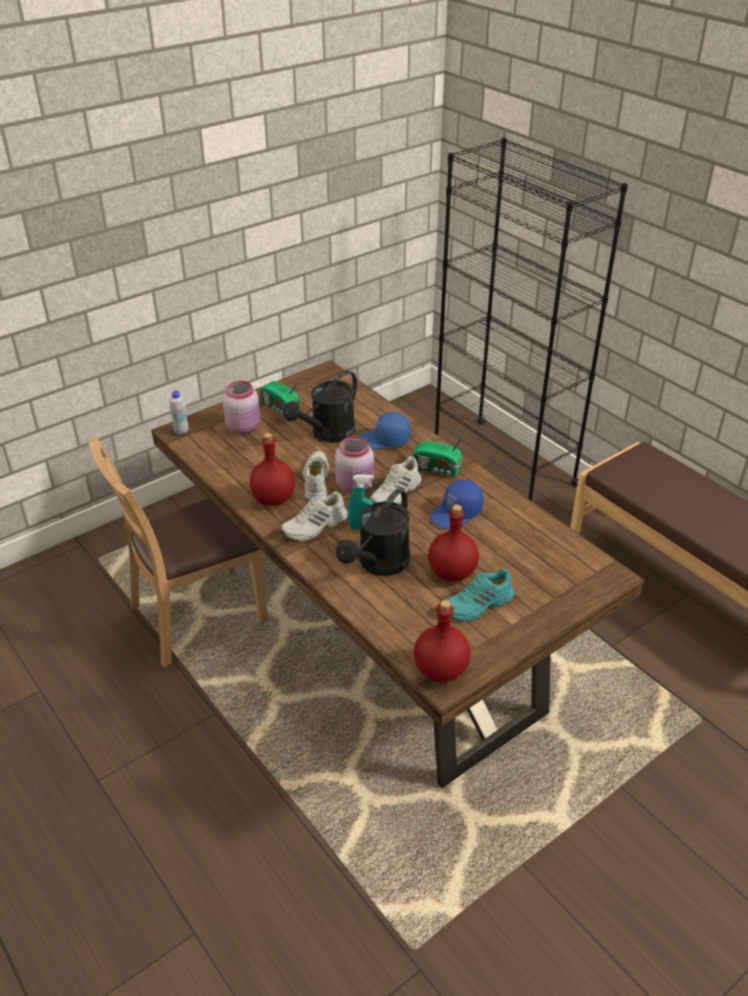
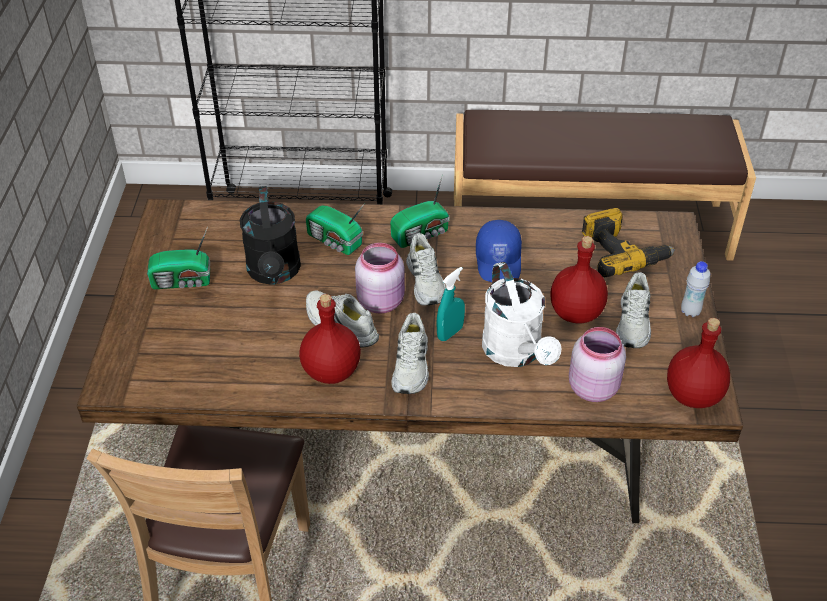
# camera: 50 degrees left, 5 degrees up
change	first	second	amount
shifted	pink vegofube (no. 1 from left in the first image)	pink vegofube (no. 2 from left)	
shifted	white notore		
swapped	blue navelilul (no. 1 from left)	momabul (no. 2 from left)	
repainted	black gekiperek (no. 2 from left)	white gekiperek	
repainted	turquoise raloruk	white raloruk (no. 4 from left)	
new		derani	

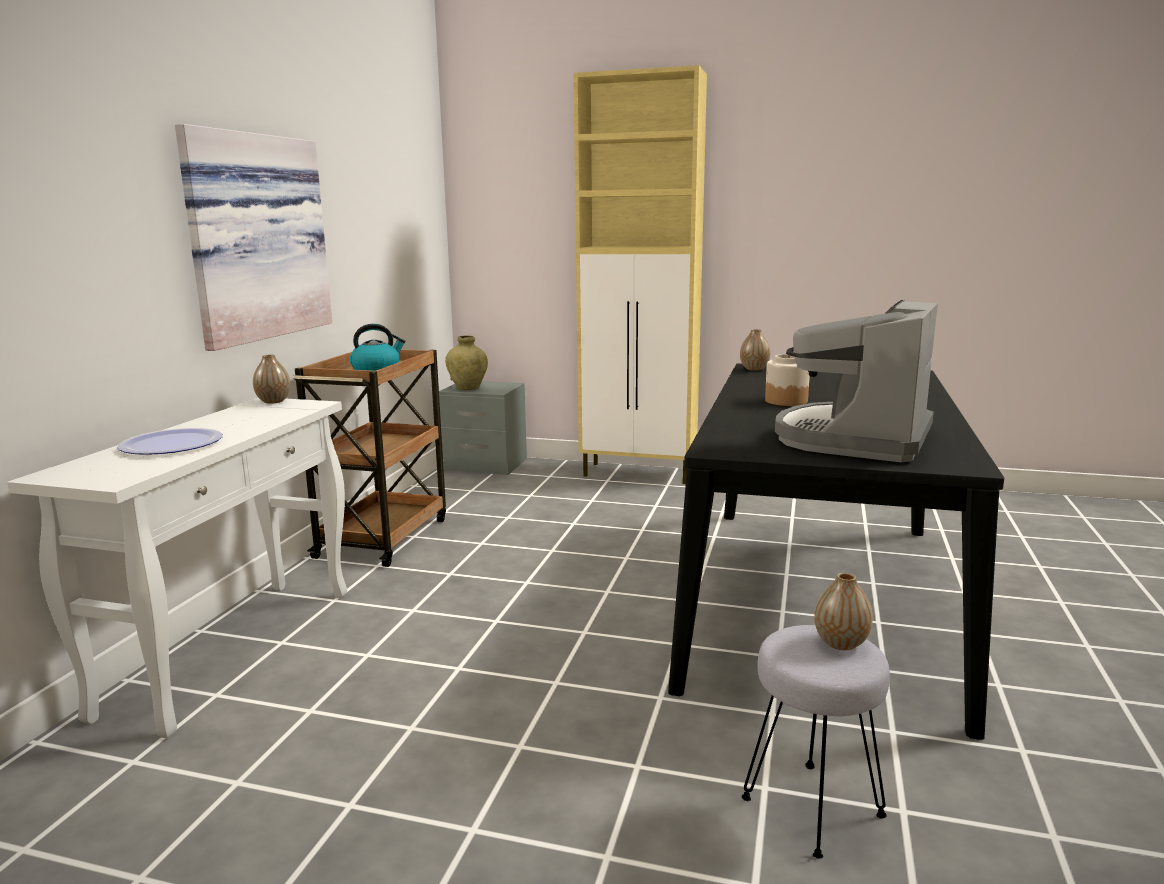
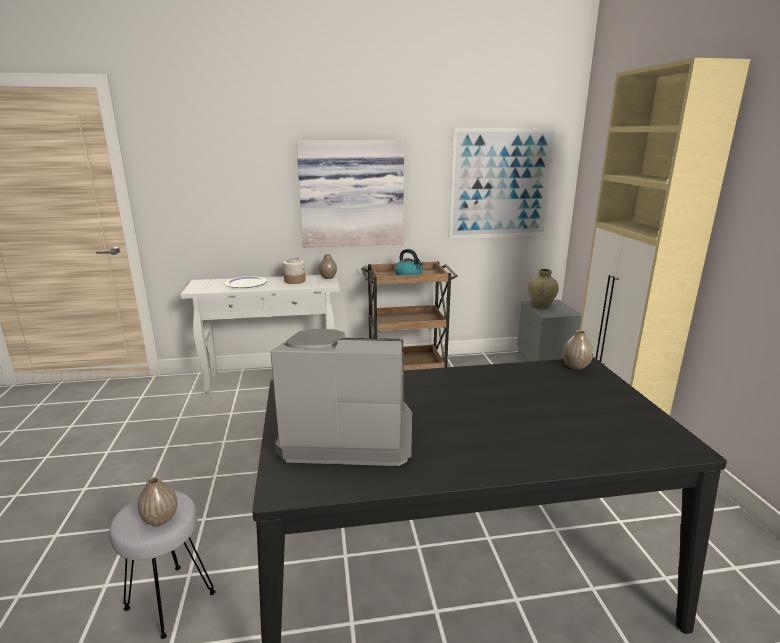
# camera: 65 degrees right, 5 degrees up
change	first	second	amount
shifted	vegofube		
new		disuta (no. 2 from left)	

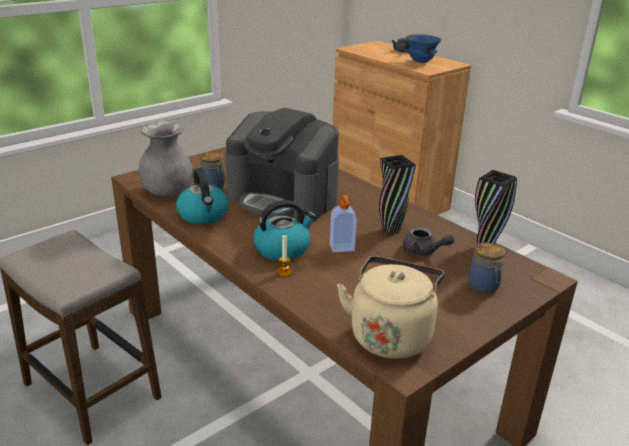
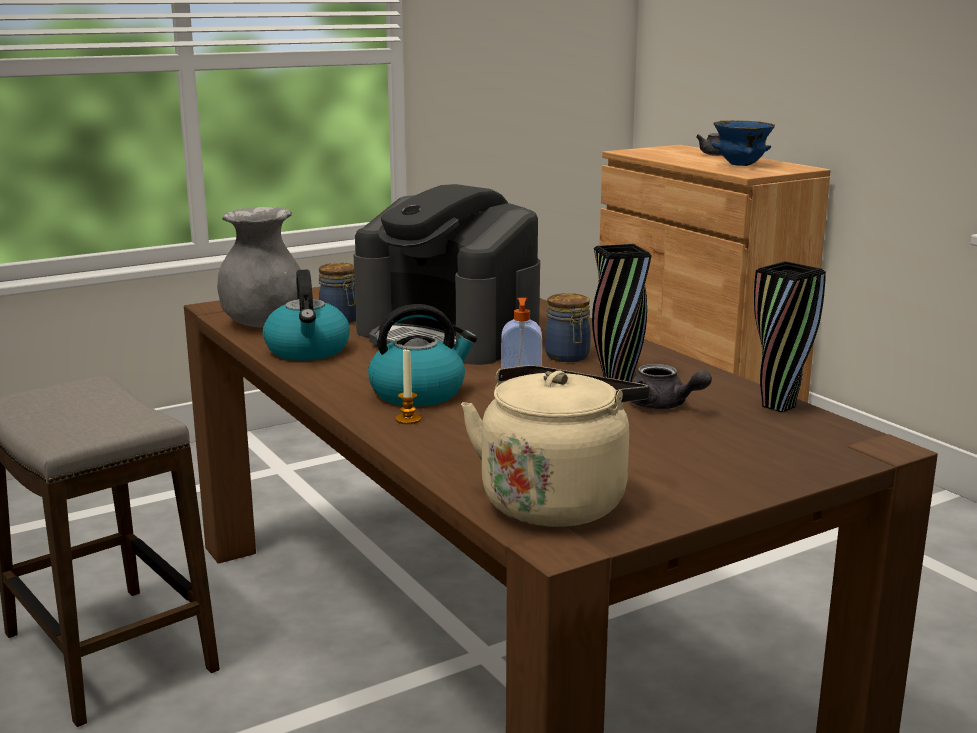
# camera: 10 degrees right, 10 degrees down
change	first	second	amount
shifted	vegofube (no. 2 from left)		

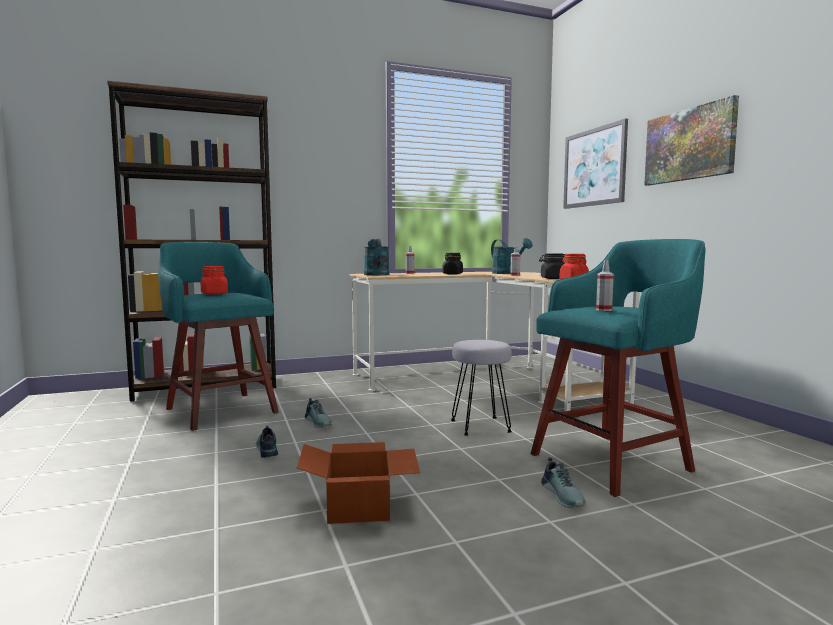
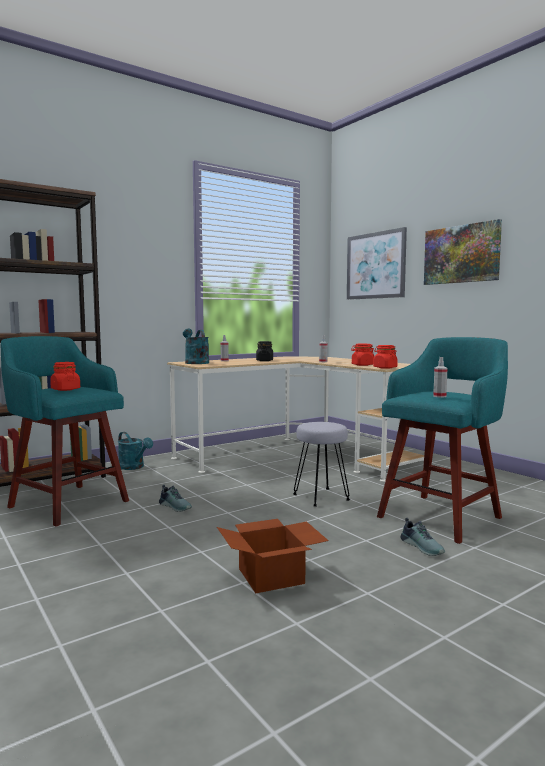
# camera: 15 degrees left, 0 degrees up
change	first	second	amount
shifted	turquoise gekiperek (no. 2 from left in the first image)	turquoise gekiperek (no. 1 from left)	
repainted	black vegofube (no. 2 from left)	red vegofube (no. 2 from left)	
gone	raloruk (no. 1 from left)		

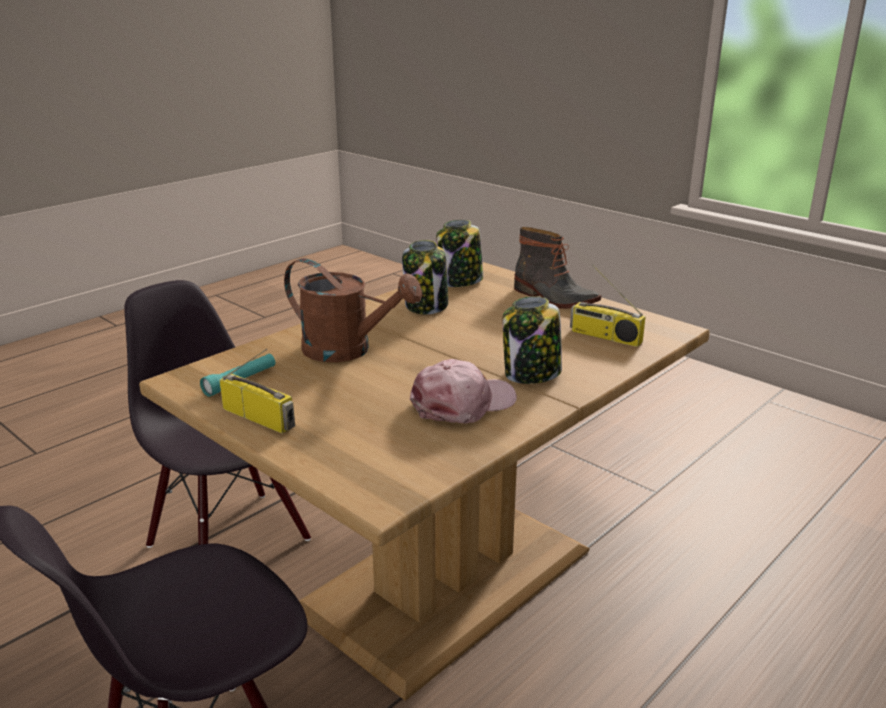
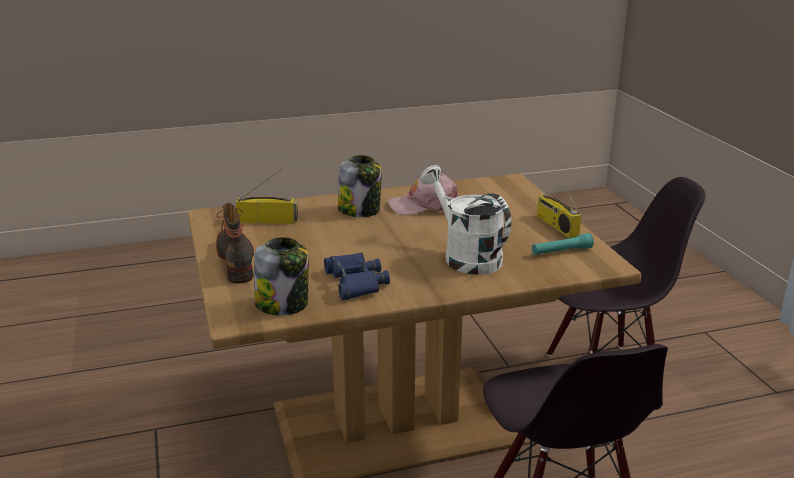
# camera: 150 degrees left, 0 degrees up
change	first	second	amount
swapped	vegofube (no. 1 from left)	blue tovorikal	
repainted	brown gekiperek	white gekiperek	
rotated	momabul (no. 2 from left in the first image)	momabul (no. 1 from left)	60 degrees counterclockwise

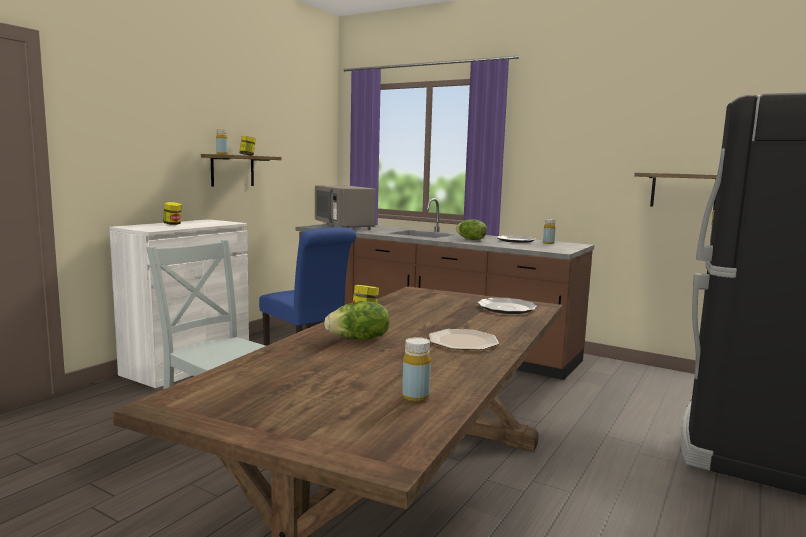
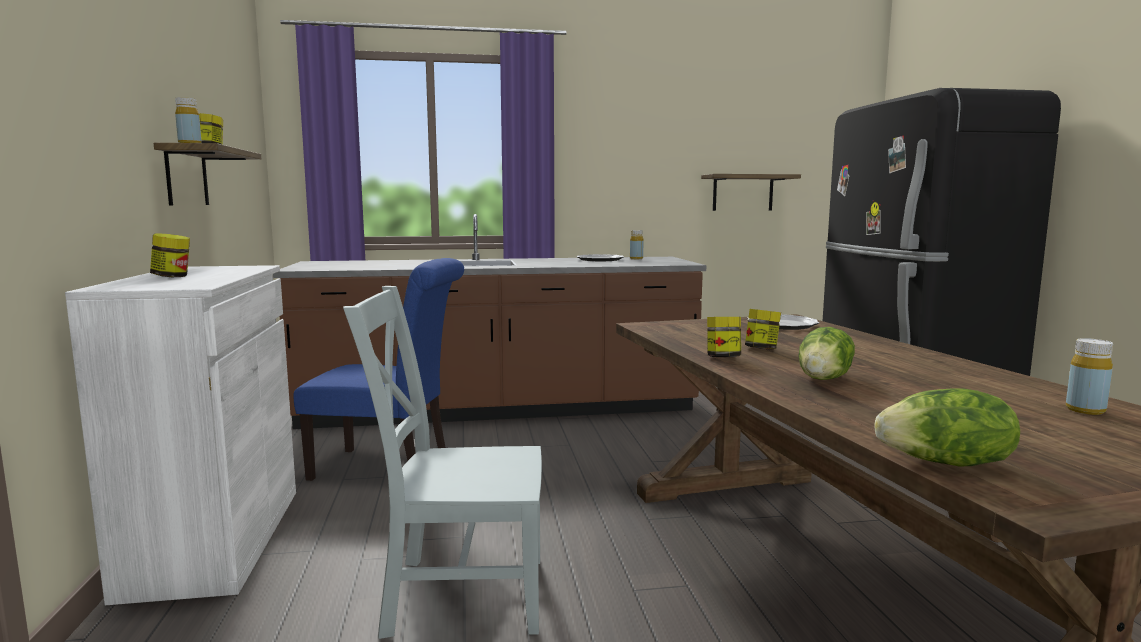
# camera: 40 degrees left, 0 degrees up
change	first	second	amount
gone	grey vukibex		
shifted	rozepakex (no. 2 from left)		
gone	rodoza (no. 1 from left)		
new		vegofube (no. 4 from left)	

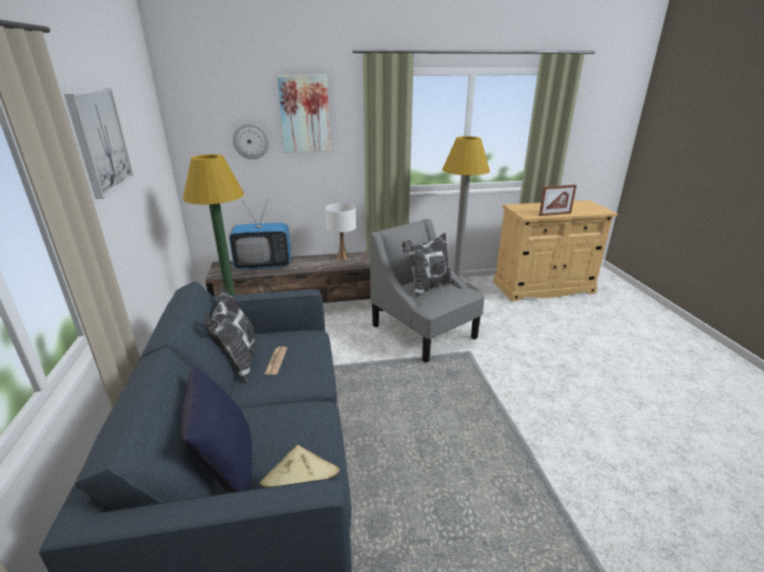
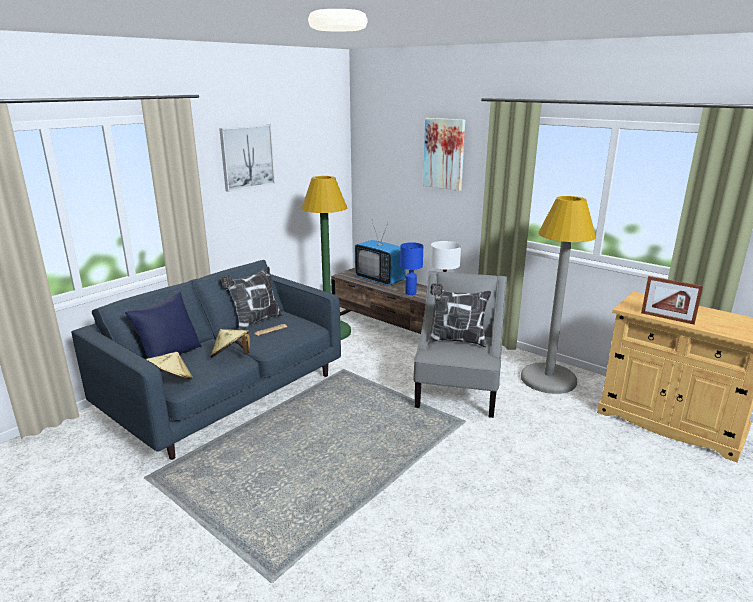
# camera: 50 degrees right, 5 degrees down
change	first	second	amount
gone	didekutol		
new		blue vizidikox	
new		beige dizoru (no. 2 from left)	

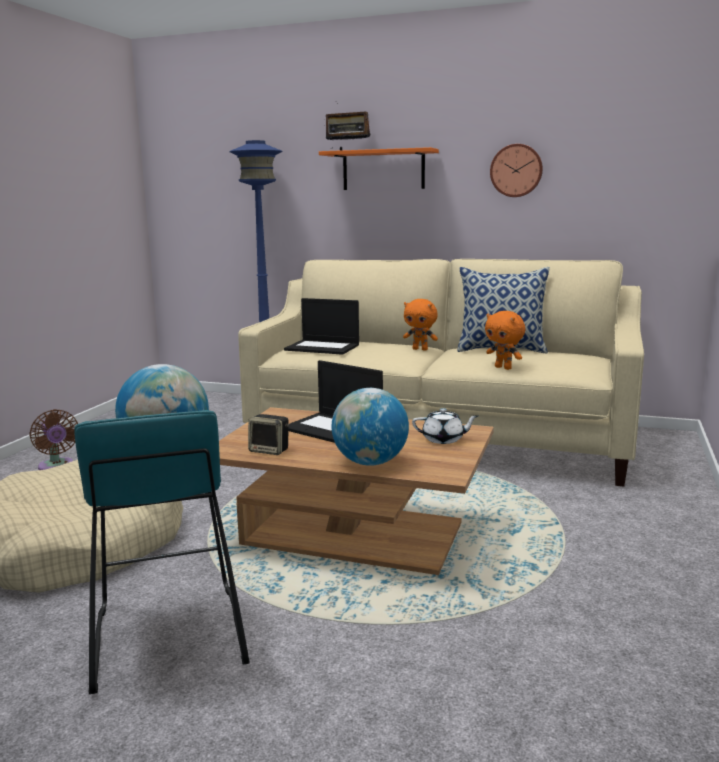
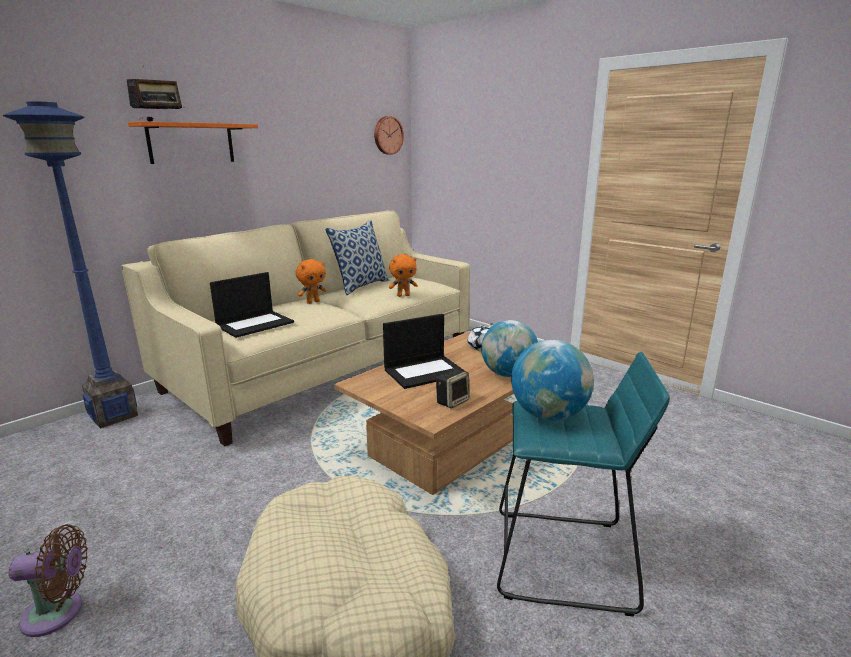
# camera: 65 degrees left, 5 degrees up
change	first	second	amount
shifted	didekutol		

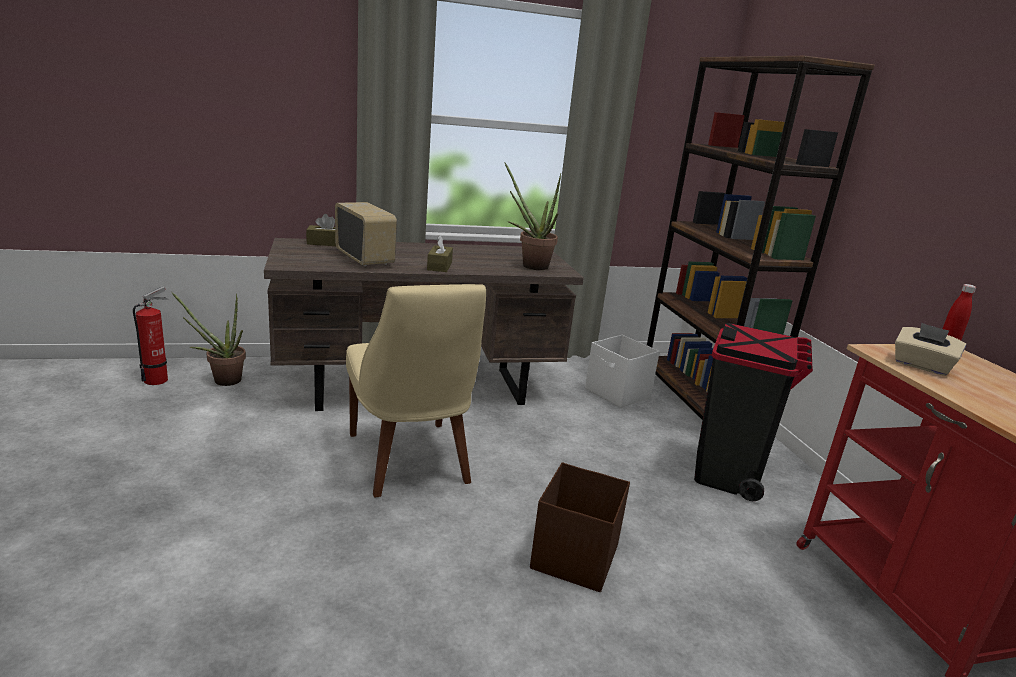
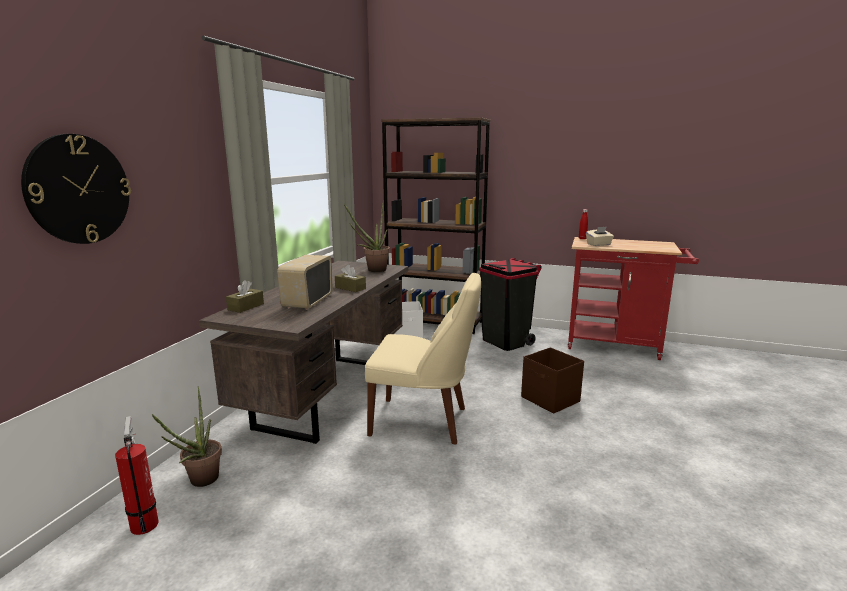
# camera: 55 degrees left, 5 degrees down
change	first	second	amount
rotated	momabul		75 degrees counterclockwise
new		didekutol	

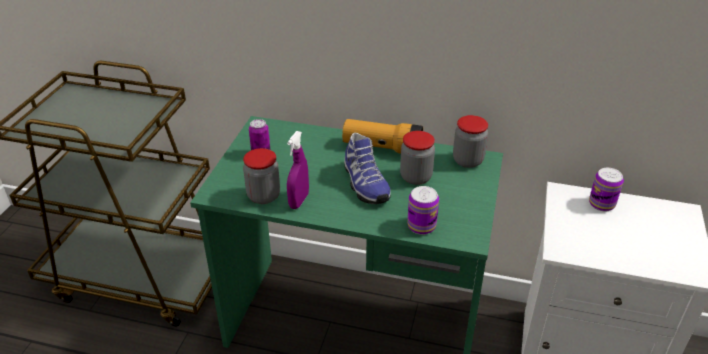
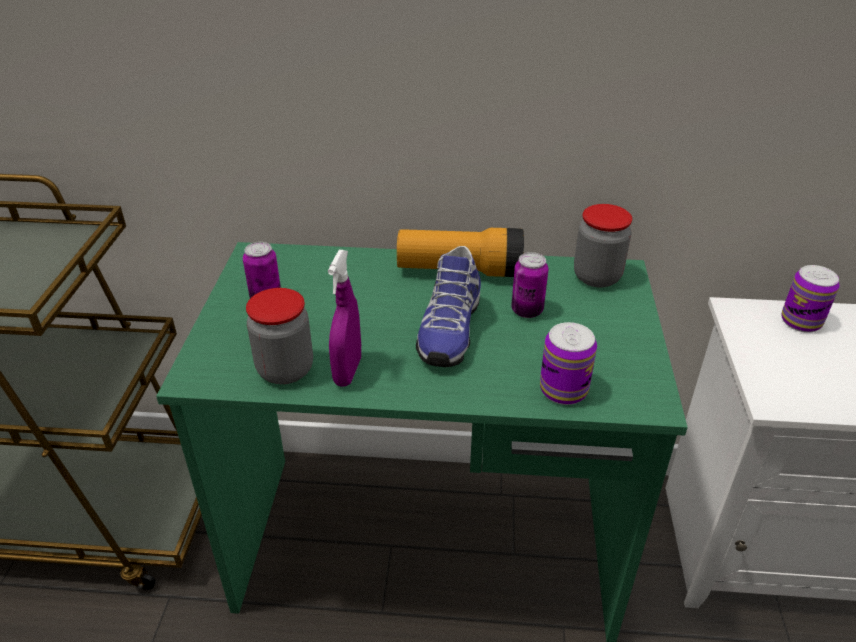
# camera: 10 degrees left, 0 degrees up
change	first	second	amount
swapped	vegofube (no. 2 from left)	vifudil (no. 2 from left)	
rotated	raloruk		45 degrees clockwise

